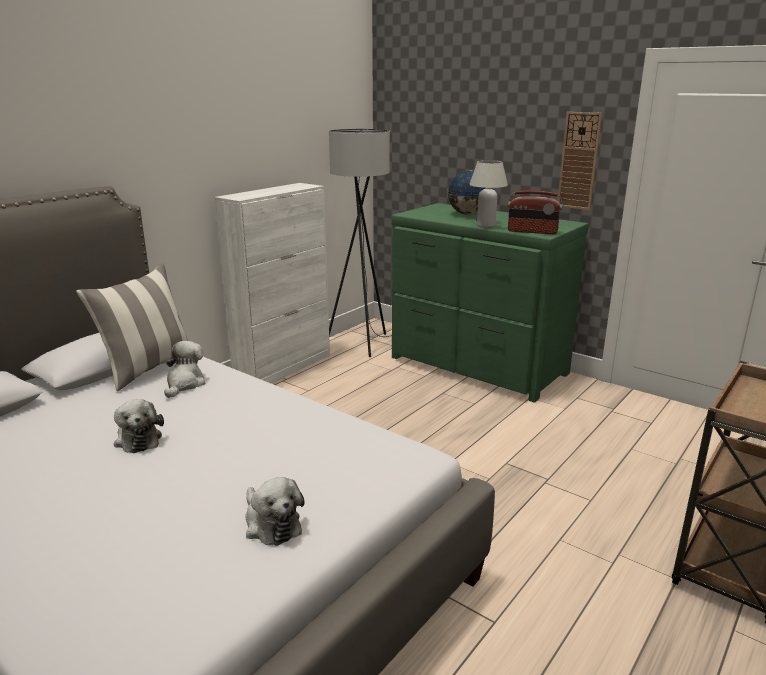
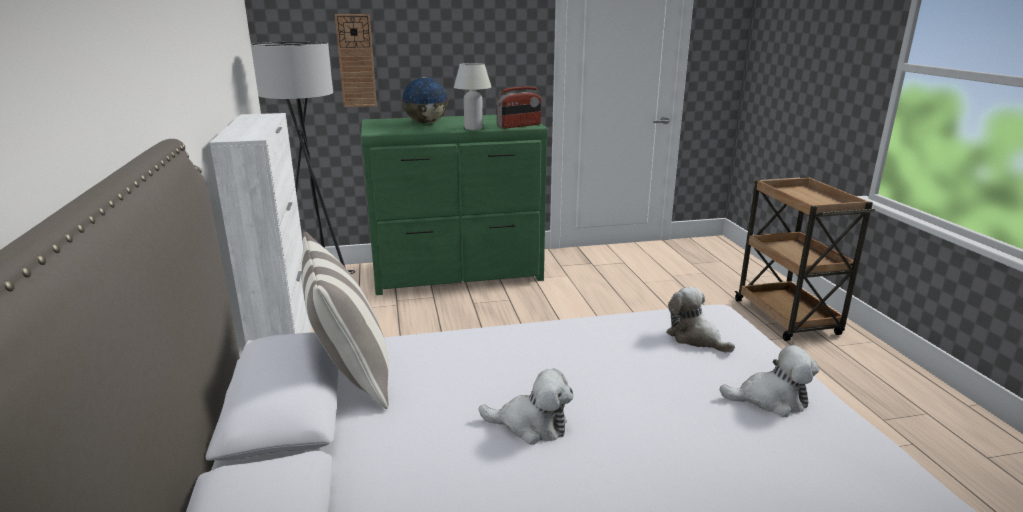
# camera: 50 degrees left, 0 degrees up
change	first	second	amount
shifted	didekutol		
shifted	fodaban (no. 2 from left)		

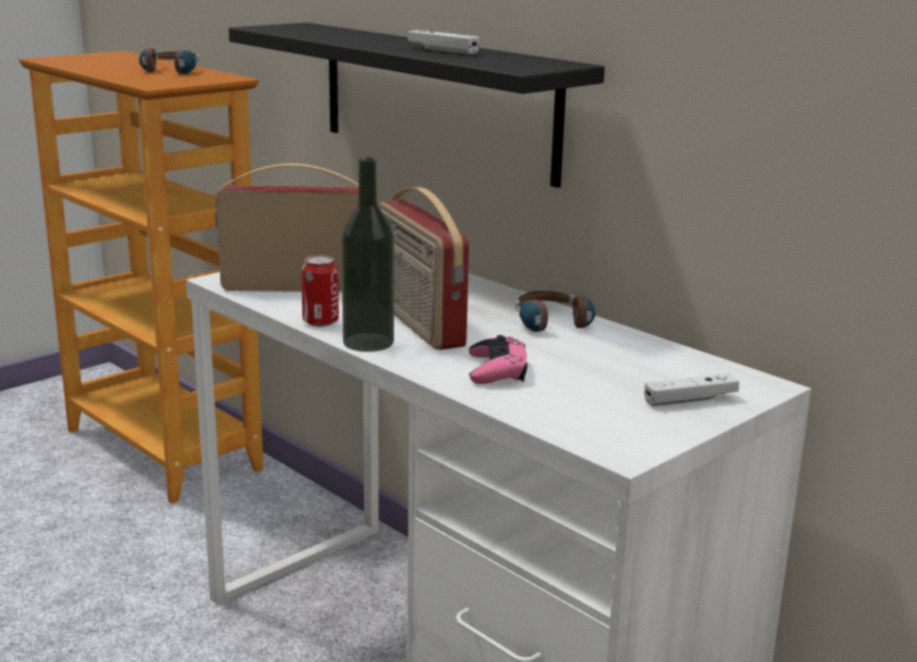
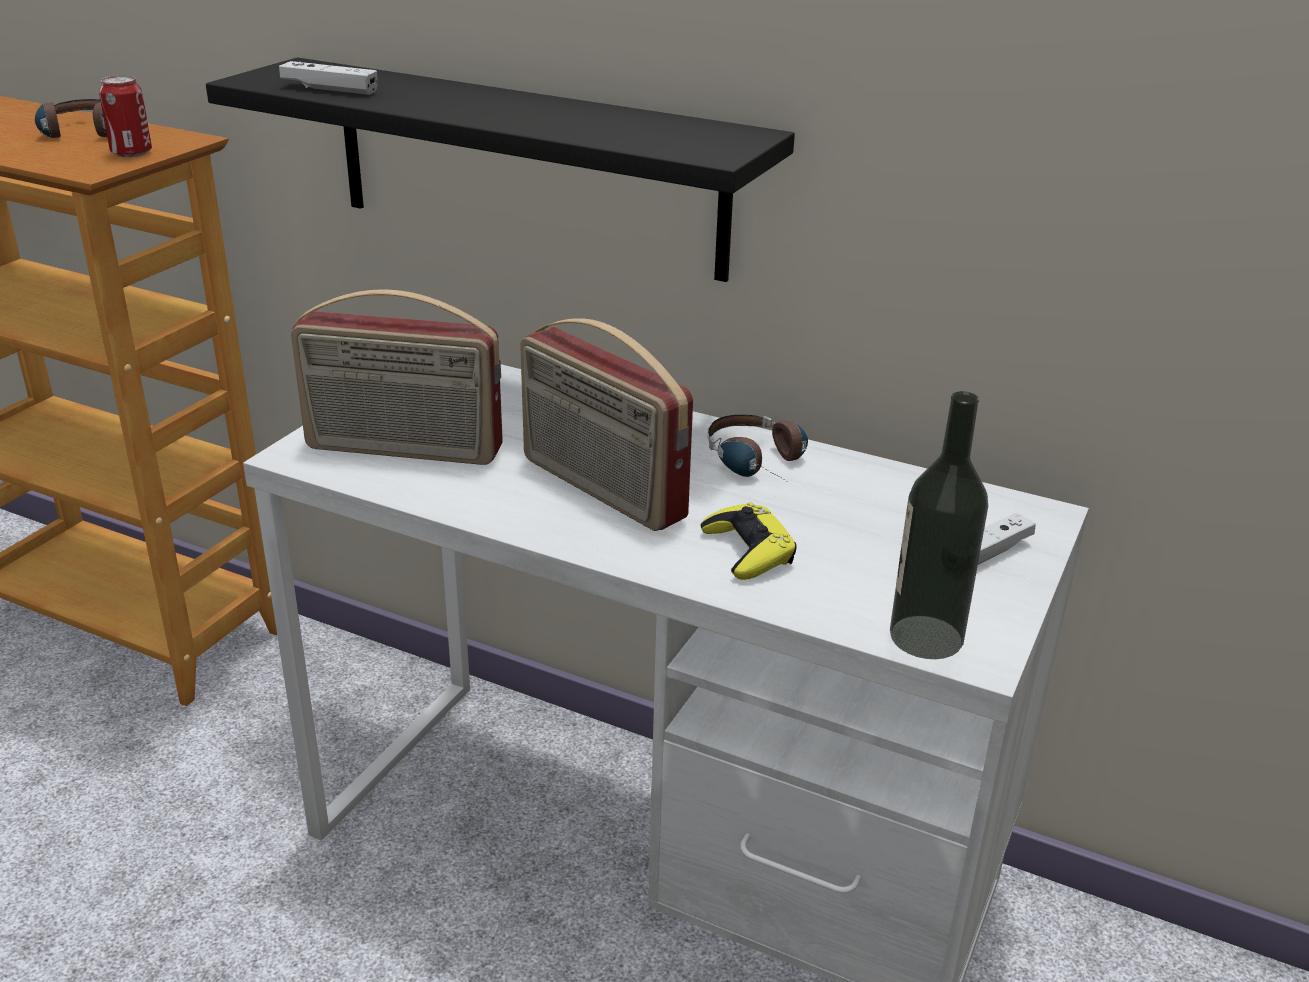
# camera: 20 degrees left, 10 degrees up
change	first	second	amount
shifted	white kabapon (no. 1 from left)		
shifted	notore		
rotated	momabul (no. 1 from left)		150 degrees counterclockwise
shifted	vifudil		
repainted	pink kabapon	yellow kabapon	

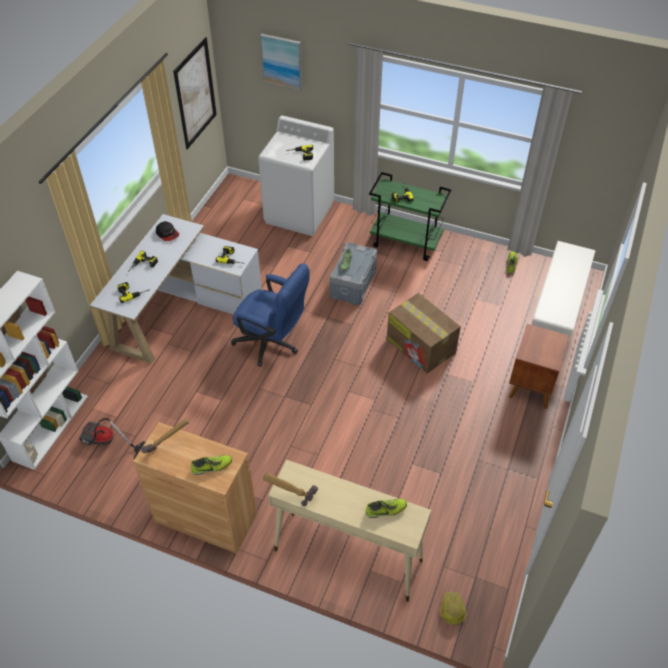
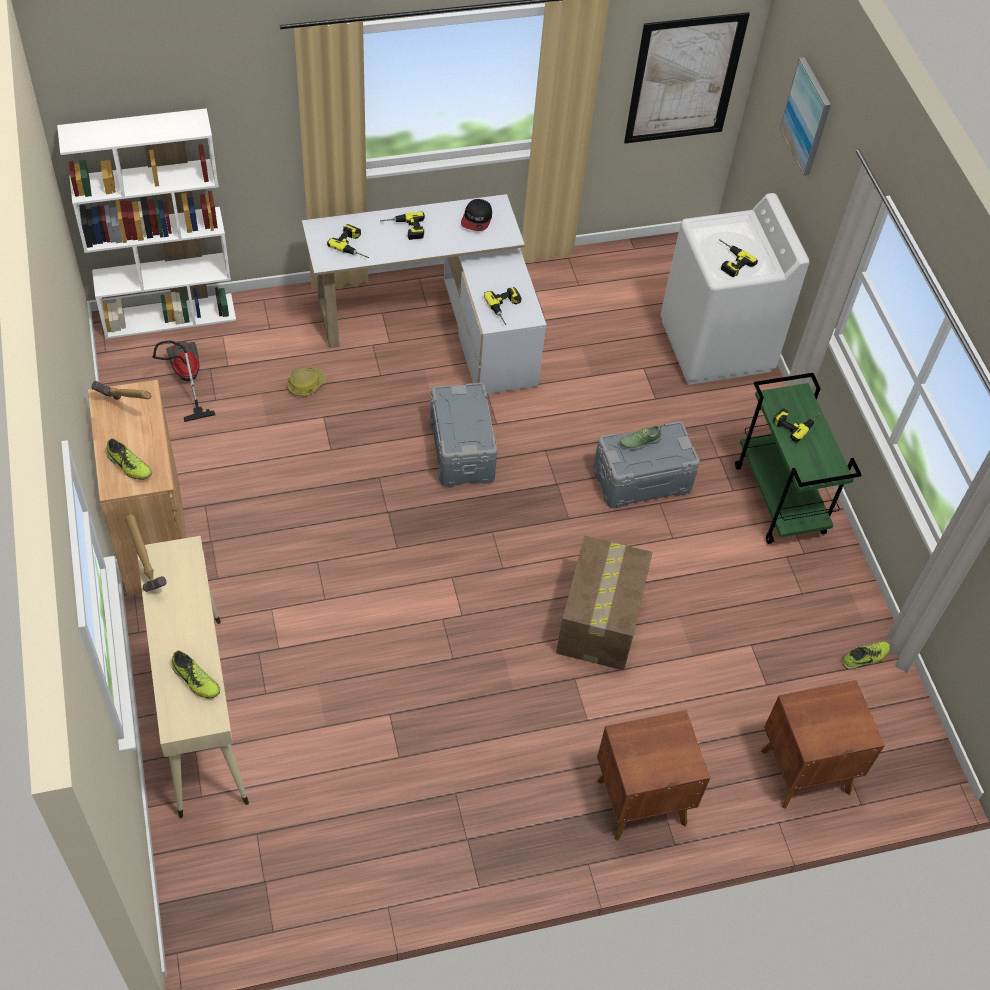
# camera: 50 degrees right, 5 degrees up
change	first	second	amount
swapped	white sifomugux	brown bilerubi (no. 2 from left)	
swapped	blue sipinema	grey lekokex (no. 1 from left)	
shifted	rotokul		

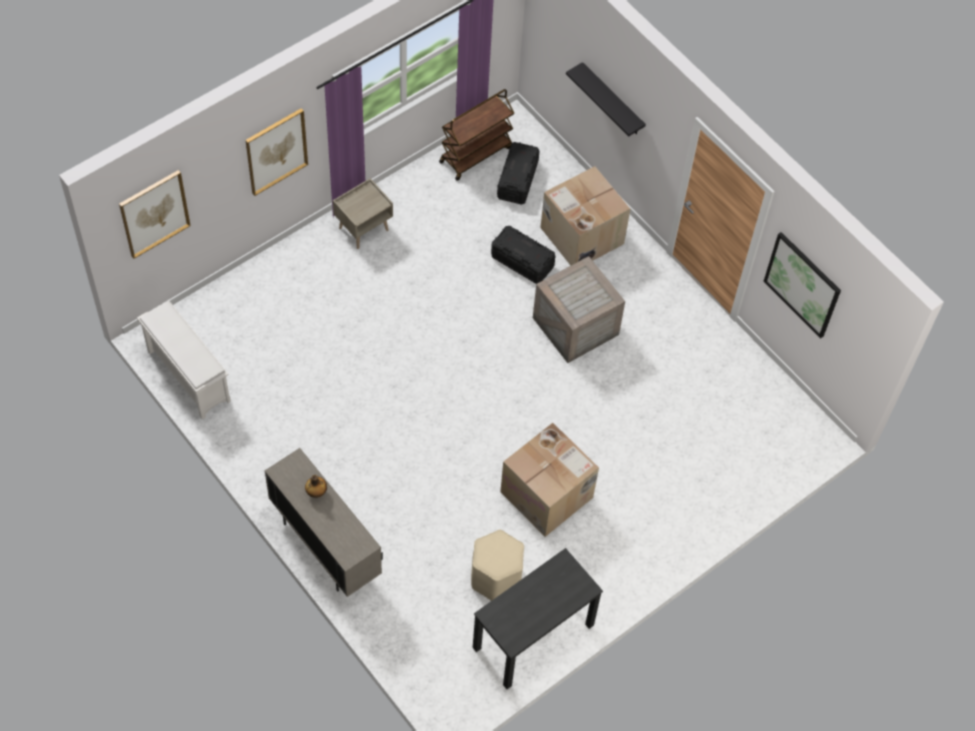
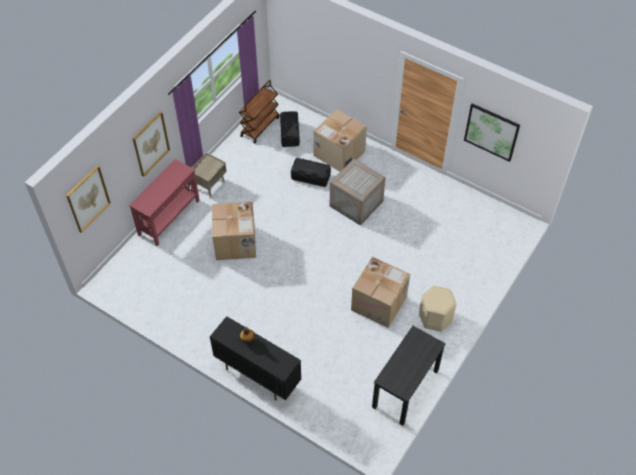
# camera: 15 degrees left, 5 degrees down
change	first	second	amount
gone	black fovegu		
gone	white sifomugux		
repainted	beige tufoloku	black tufoloku	
shifted	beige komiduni		
new		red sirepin	
new		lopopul (no. 1 from left)	

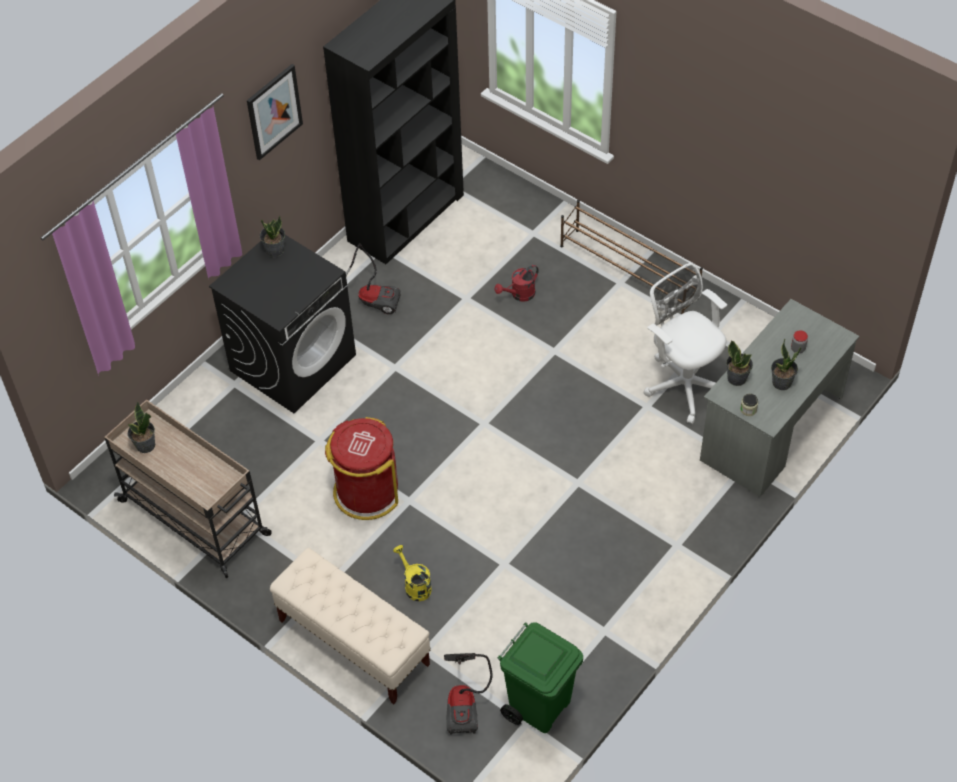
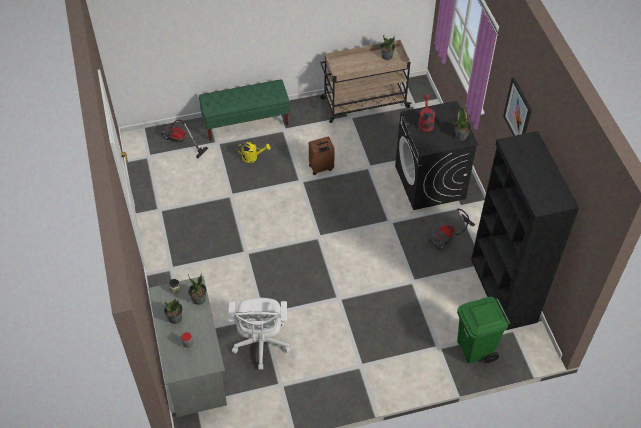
# camera: 125 degrees right, 0 degrees up
change	first	second	amount
gone	brown sifomugux		
rotated	white sipinema		90 degrees clockwise
shifted	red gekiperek		
swapped	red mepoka	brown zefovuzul	
repainted	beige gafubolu	green gafubolu	
shifted	green mepoka		

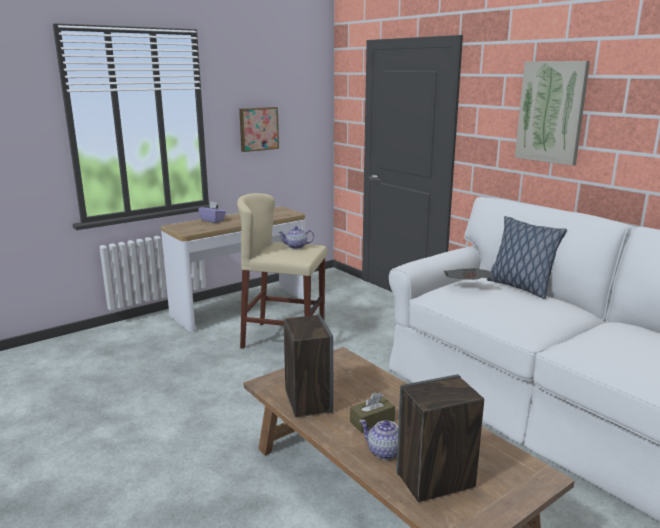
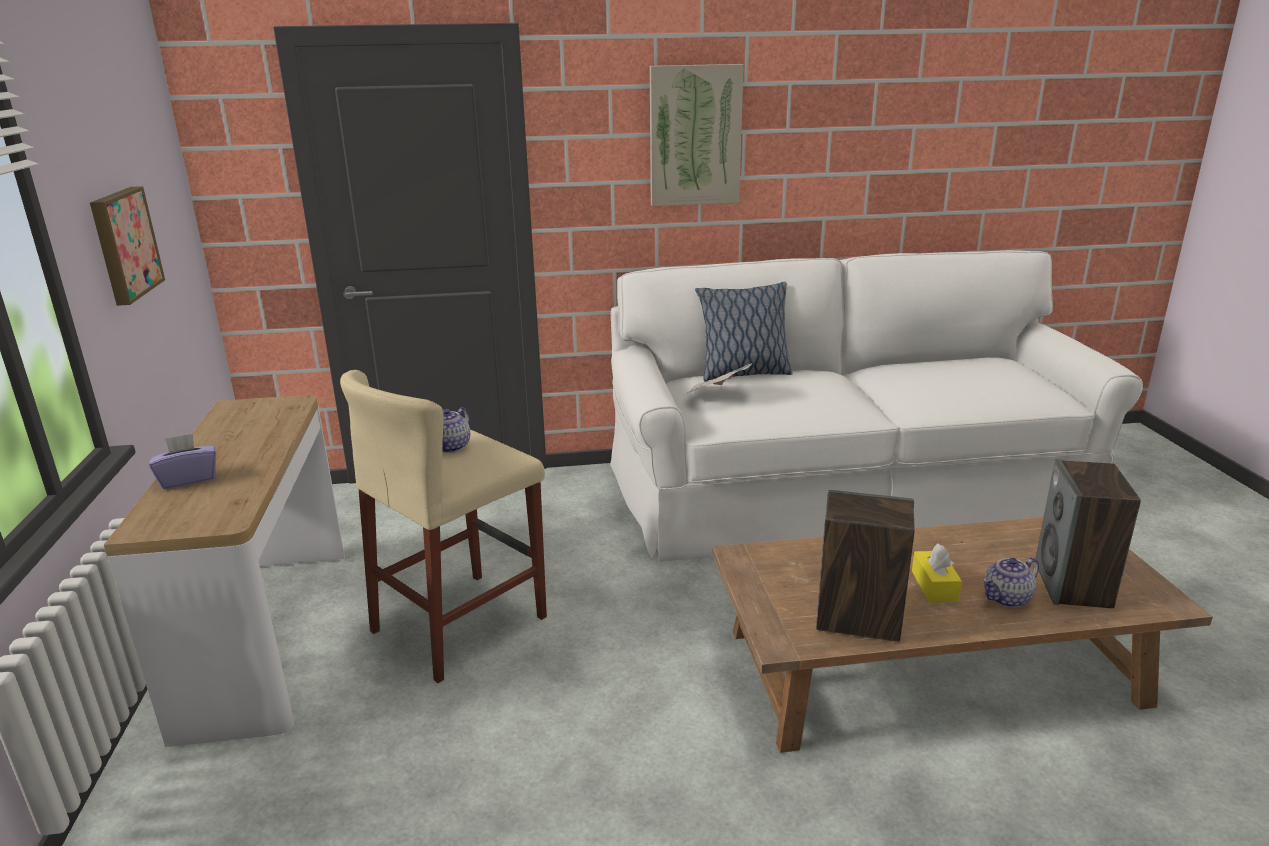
# camera: 60 degrees left, 5 degrees up
change	first	second	amount
repainted	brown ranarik	yellow ranarik	

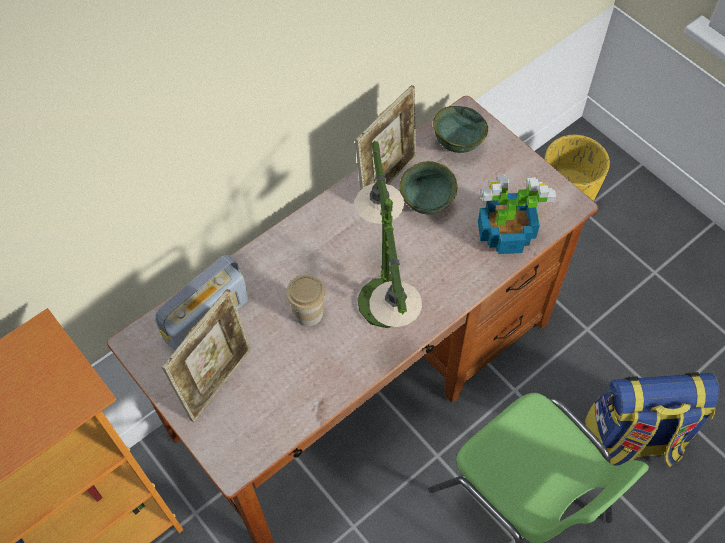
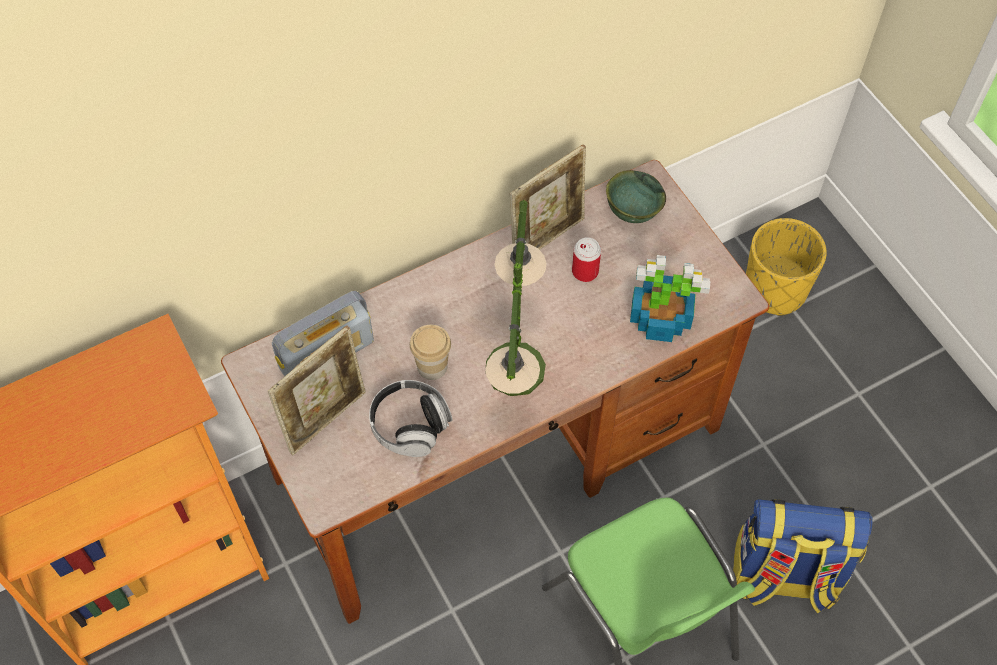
# camera: 10 degrees right, 0 degrees up
change	first	second	amount
swapped	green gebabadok (no. 1 from left)	vifudil	
new		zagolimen	

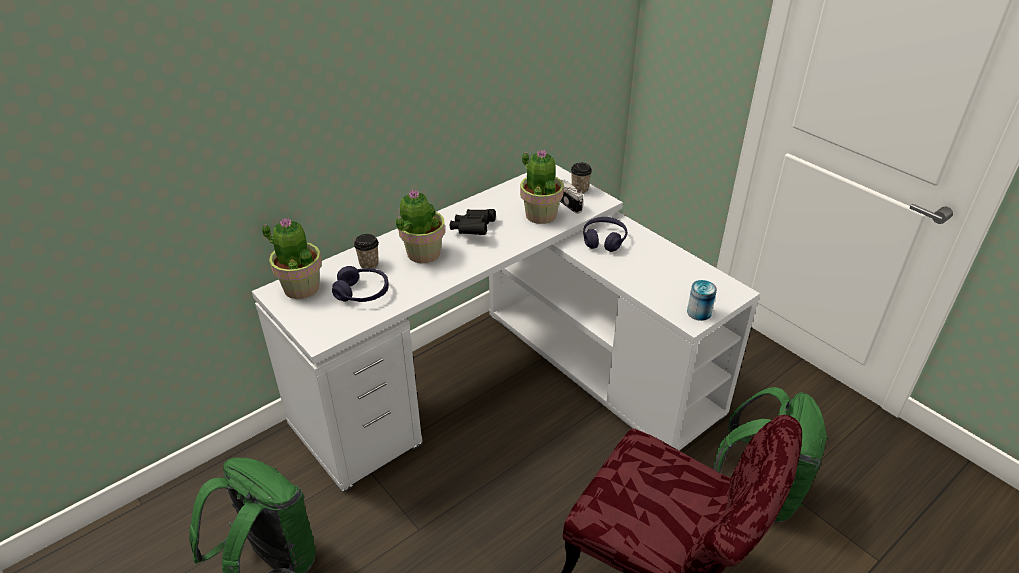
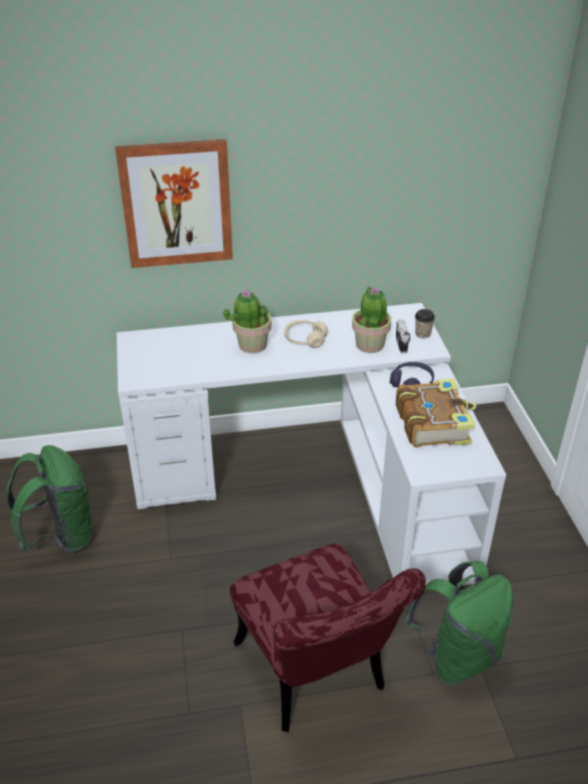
# camera: 30 degrees right, 0 degrees up
change	first	second	amount
swapped	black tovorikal	beige zagolimen	
gone	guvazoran (no. 1 from left)		
gone	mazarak (no. 1 from left)		
gone	purple zagolimen (no. 1 from left)		
gone	vifudil		
new		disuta	
new		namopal	

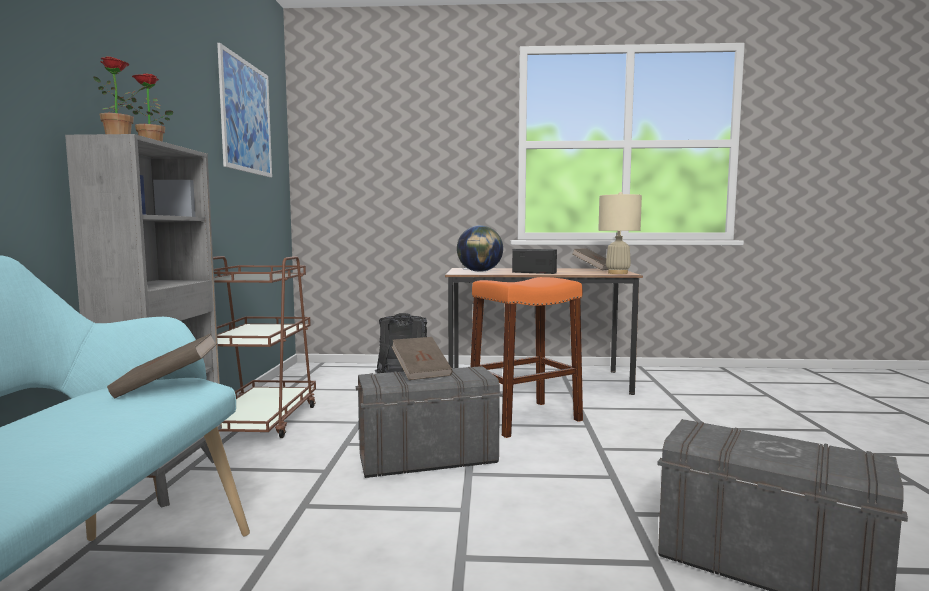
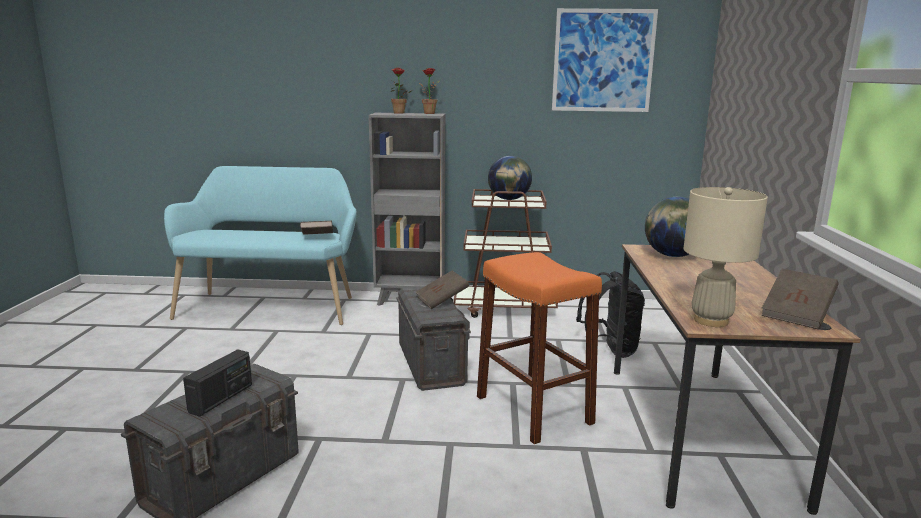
# camera: 90 degrees right, 10 degrees up
change	first	second	amount
shifted	momabul		
new		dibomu (no. 1 from left)	

